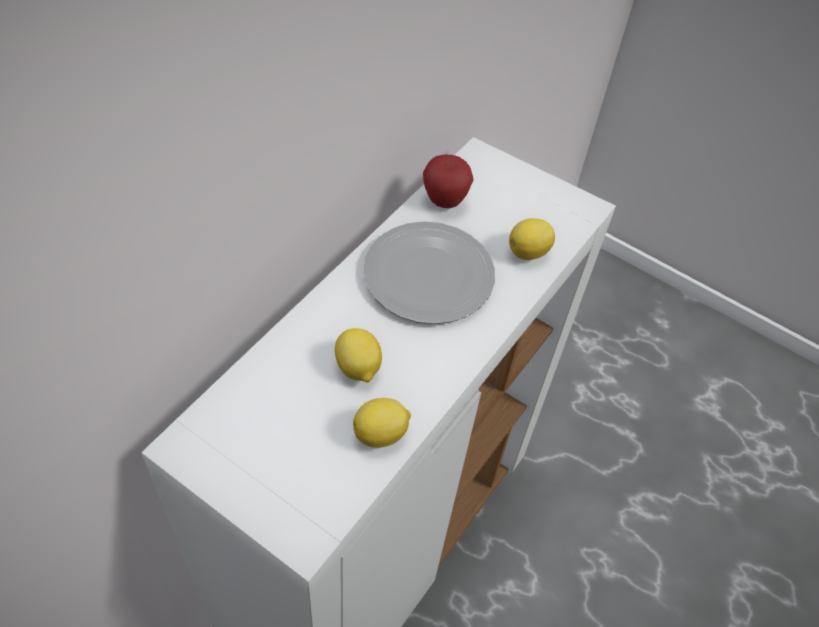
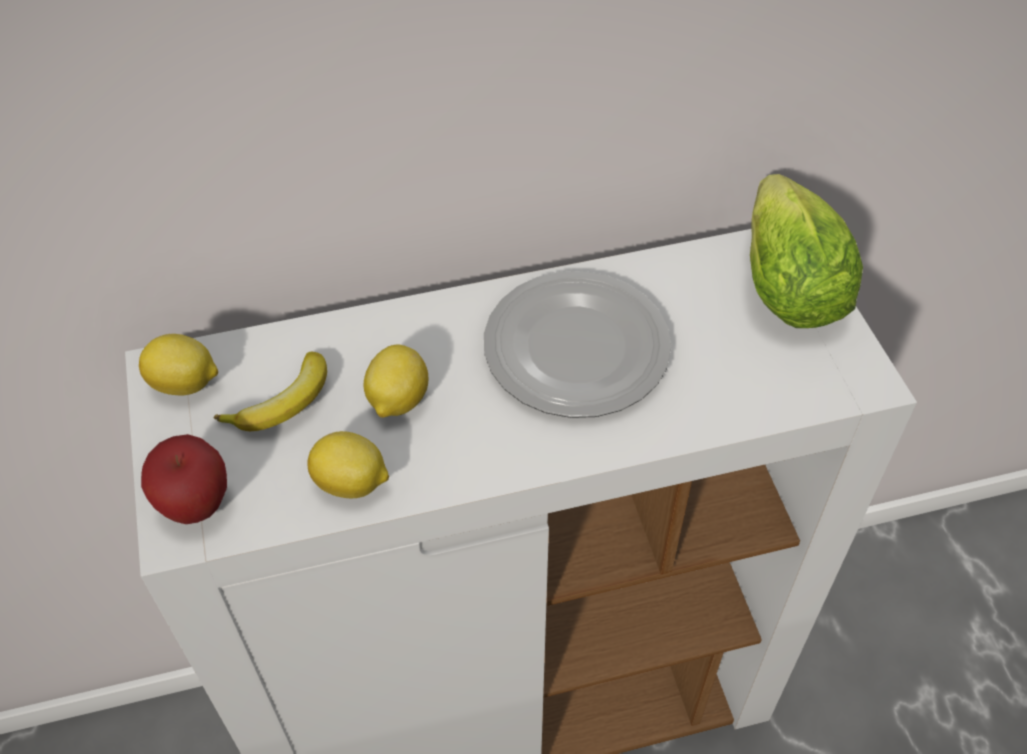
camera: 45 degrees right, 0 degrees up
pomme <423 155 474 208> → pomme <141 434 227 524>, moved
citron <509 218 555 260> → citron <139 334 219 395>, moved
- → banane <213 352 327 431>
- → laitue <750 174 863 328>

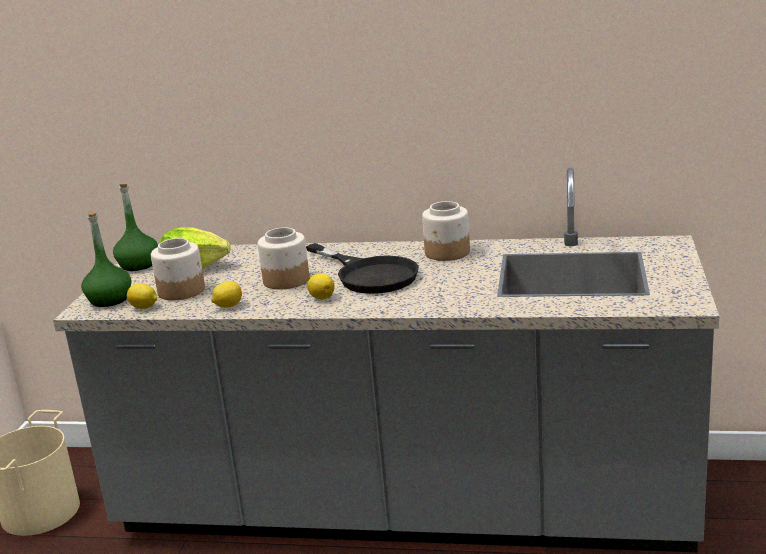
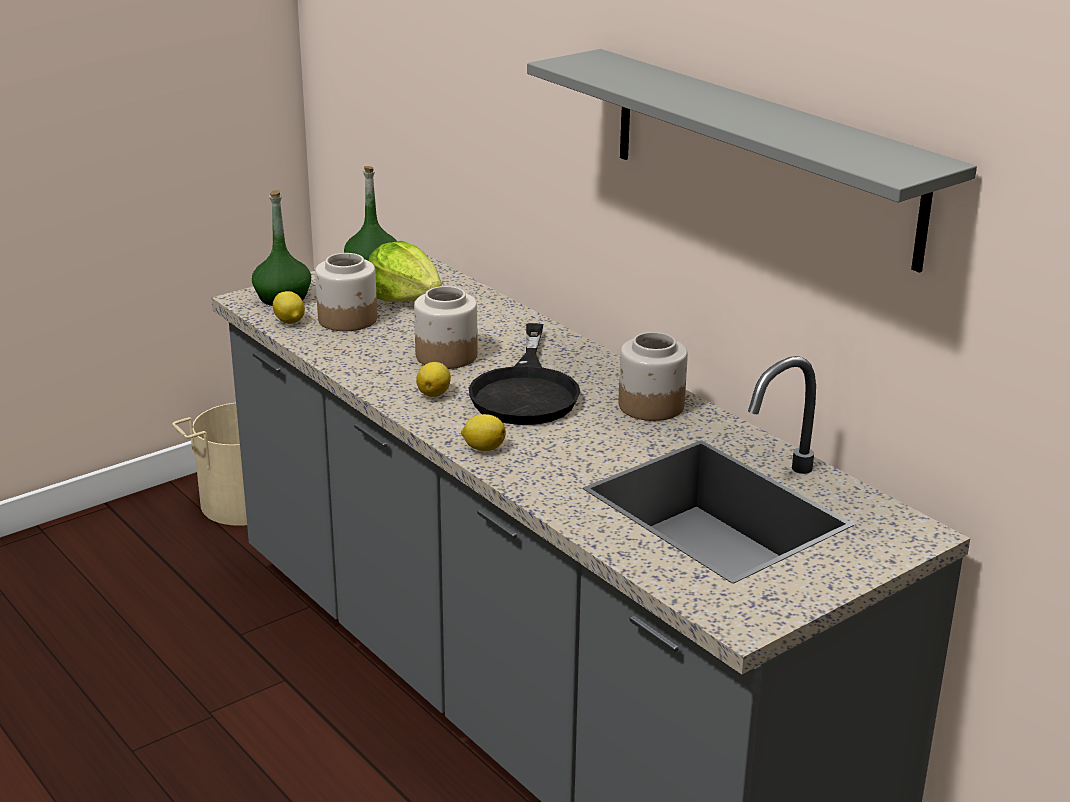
camera: 40 degrees right, 5 degrees up
citron <211 281 242 308> → citron <461 414 506 451>, moved
- → étagère [gris] <527 49 977 273>

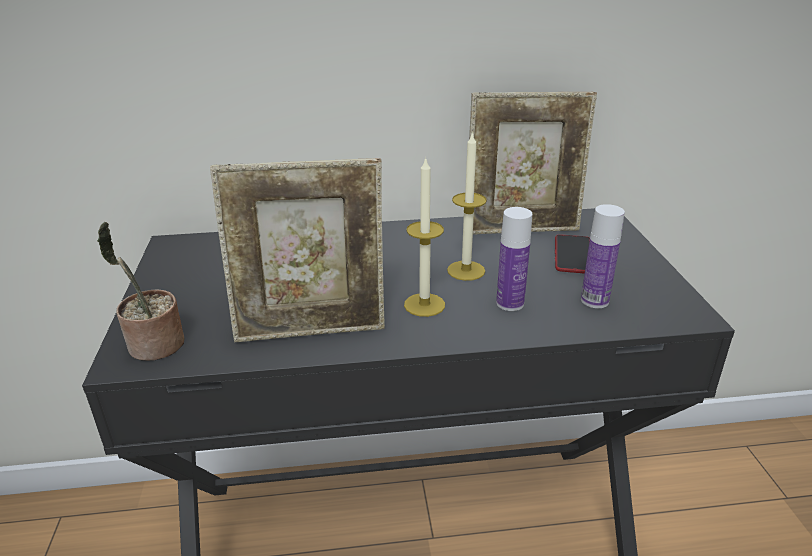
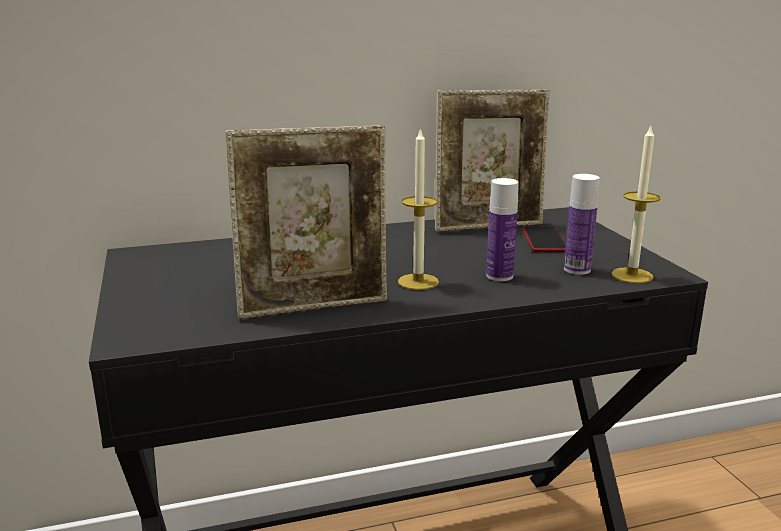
camera: 10 degrees left, 10 degrees down
plante en pot <97 222 184 361> → -
bougie <447 132 487 281> → bougie <611 126 661 283>, moved

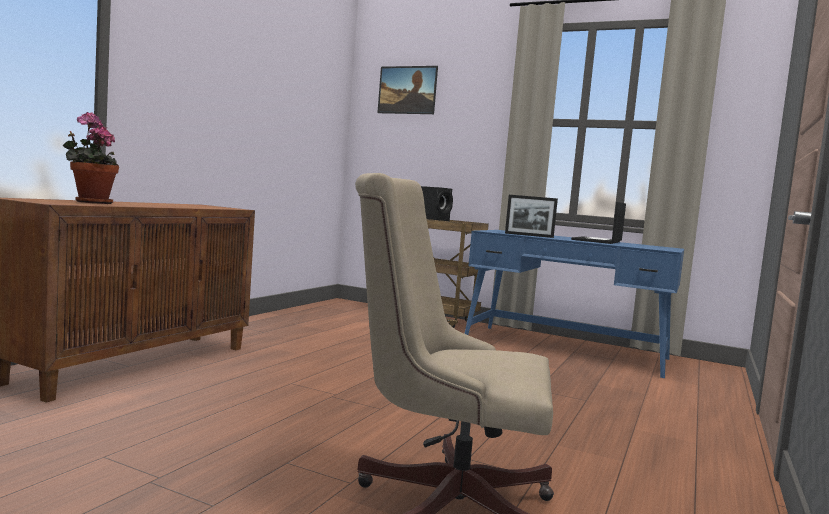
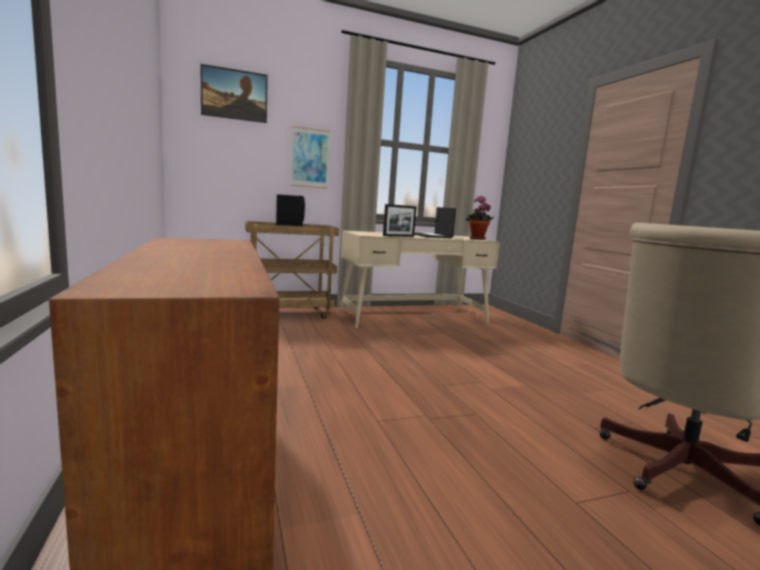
camera: 45 degrees left, 5 degrees up
plante en pot <63 112 119 204> → plante en pot <466 195 494 240>, moved
bureau [bleu] <464 230 684 378> → bureau [beige] <339 231 500 328>
- → tableau <291 126 330 189>

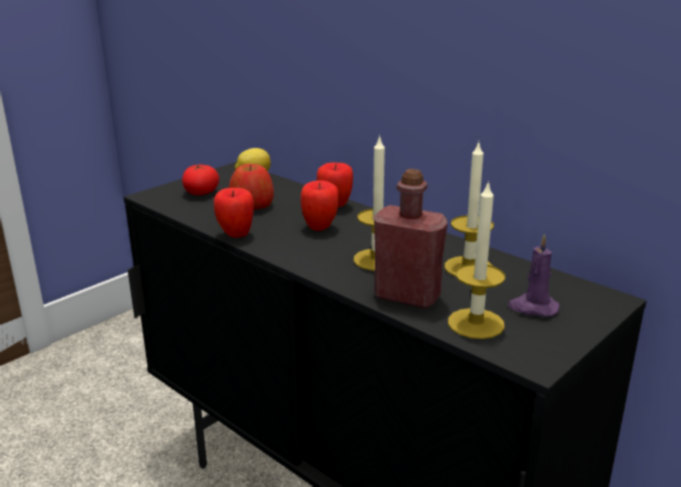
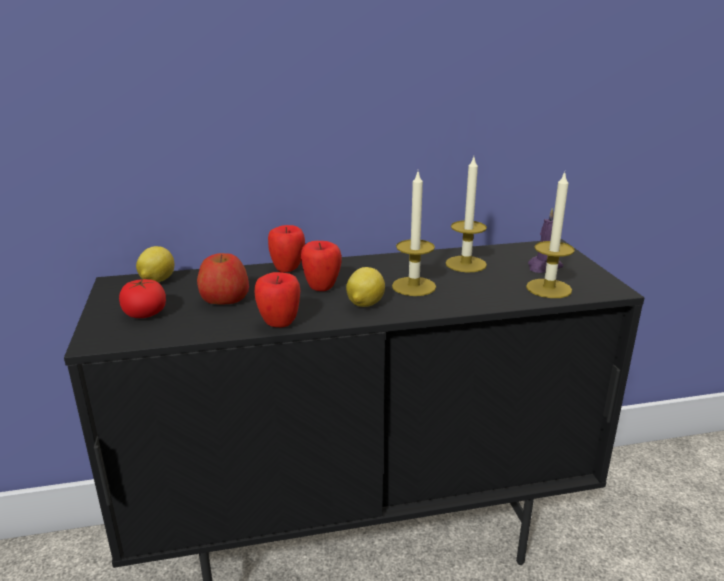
camera: 55 degrees left, 0 degrees up
bouteille [rouge] <374 169 448 308> → -
- → citron <346 267 385 307>

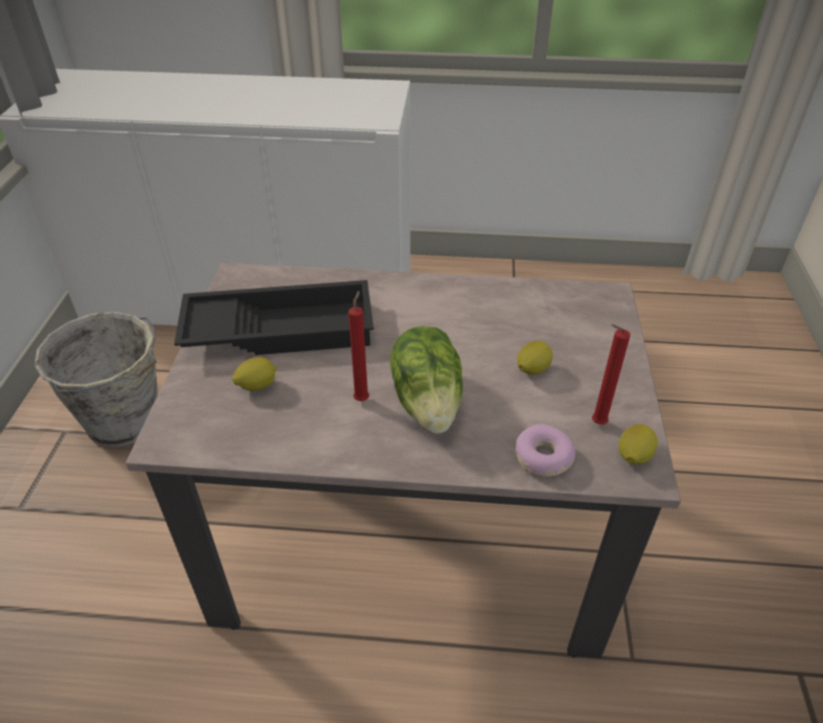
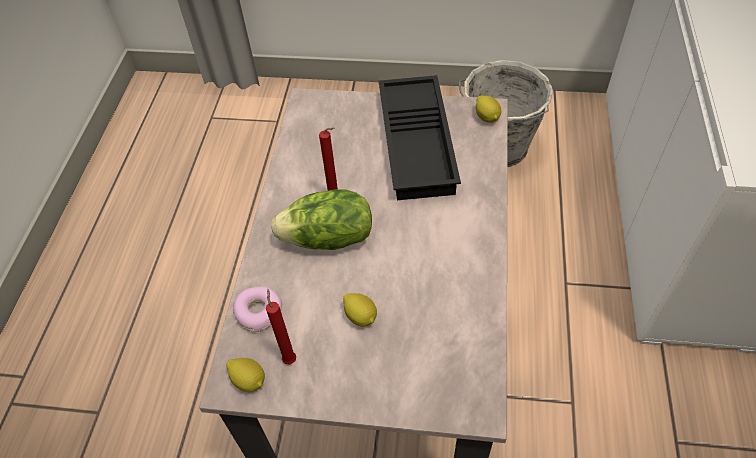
camera: 95 degrees right, 10 degrees up
citron <231 357 277 391> → citron <476 96 501 123>, moved

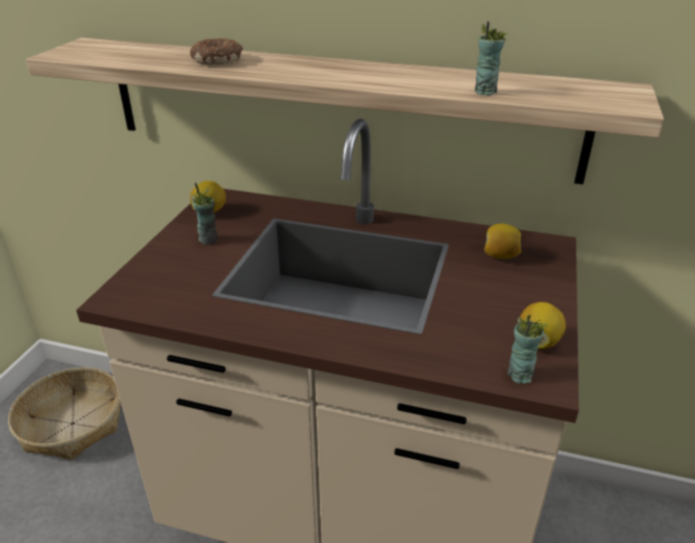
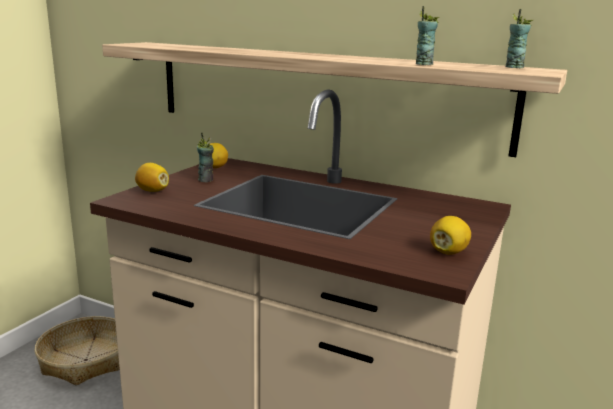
camera: 10 degrees right, 15 degrees down
beignet <190 38 243 65> → -
citron <484 224 522 259> → citron <135 163 169 192>, moved
tasse <508 315 548 384> → tasse <506 9 533 68>, moved

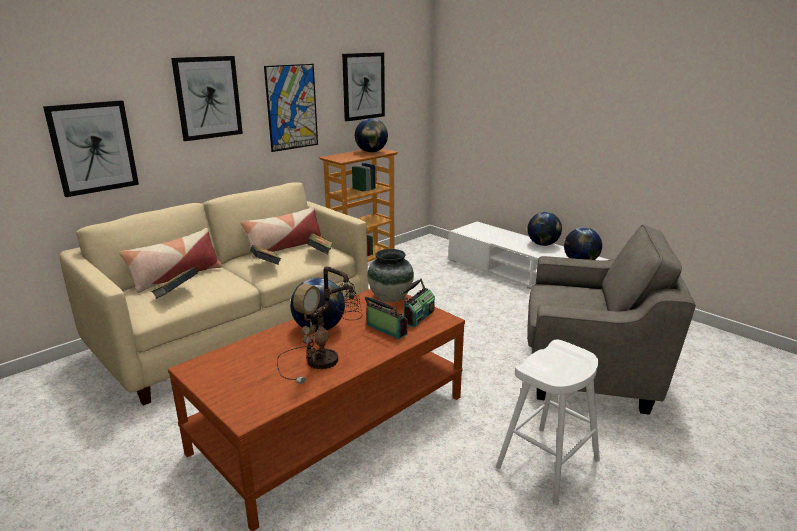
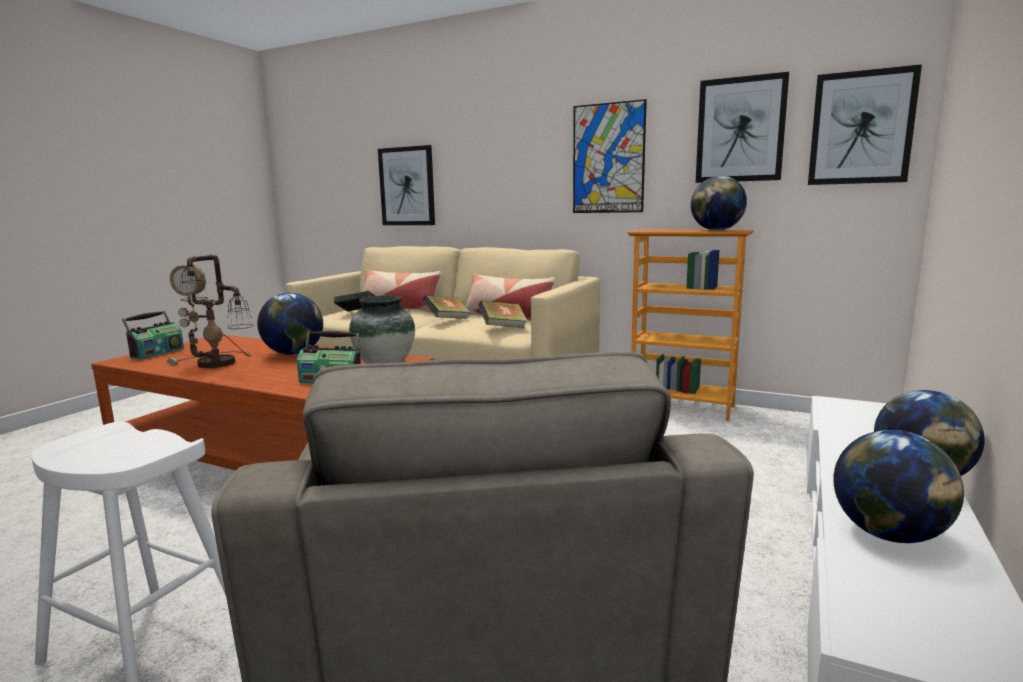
camera: 70 degrees right, 10 degrees down
tableau <171 56 243 141> → tableau <808 64 922 185>, moved
radio <365 296 408 339> → radio <122 311 184 360>, moved

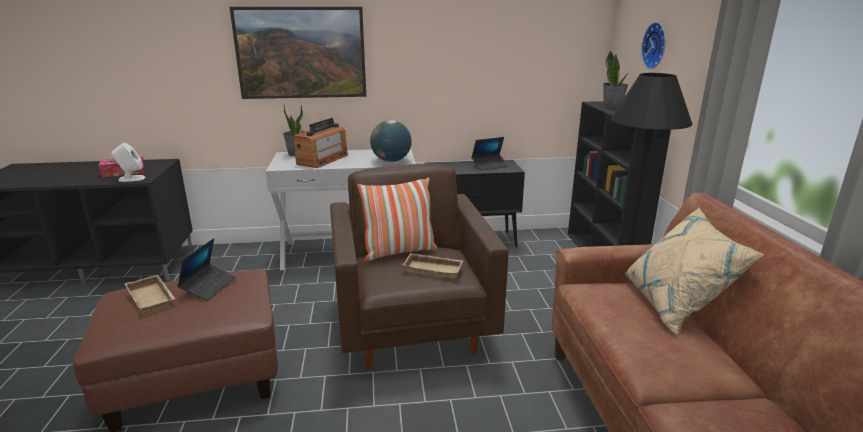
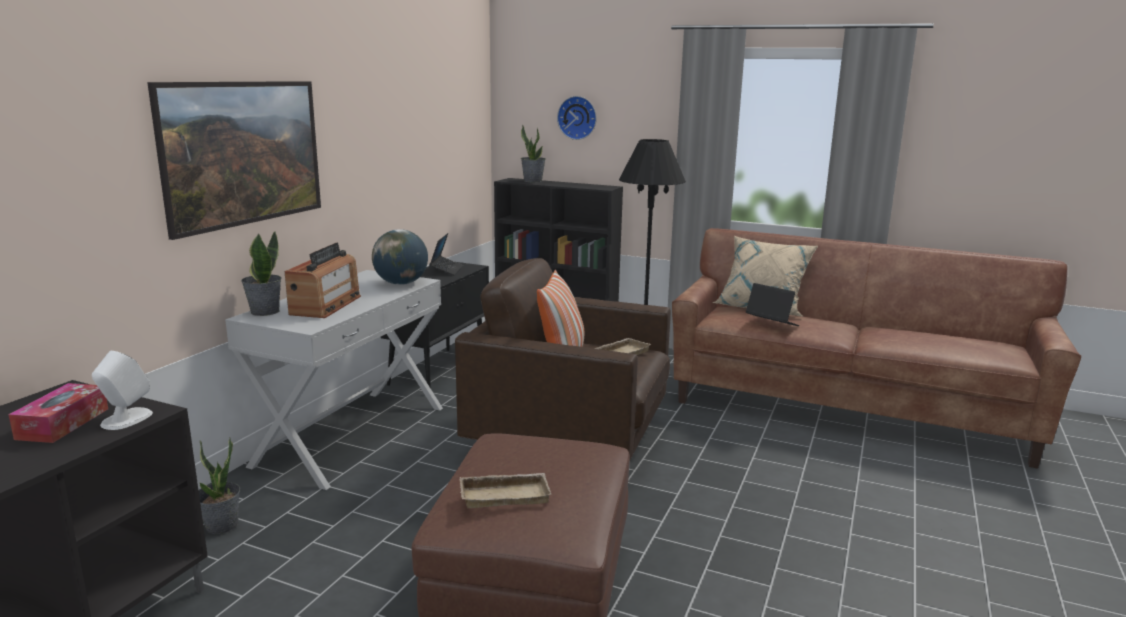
camera: 60 degrees left, 5 degrees down
ordinateur portable <177 238 236 301> → ordinateur portable <746 283 799 326>, moved
radio <293 118 348 168> → radio <285 243 361 318>, 45 degrees clockwise
- → plante en pot <199 438 240 534>

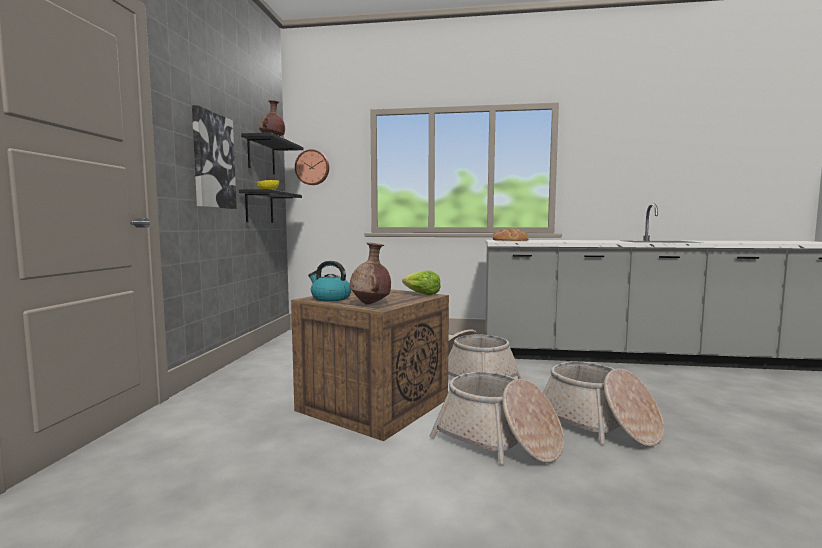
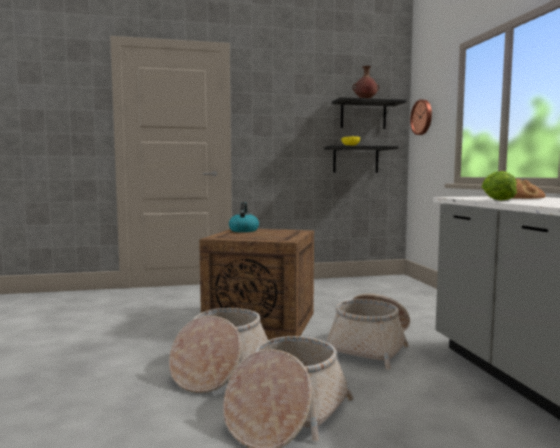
camera: 70 degrees right, 0 degrees up
tableau <192 105 237 209> → -
vase [marron] <350 243 391 305> → -
laitue <402 271 440 295> → laitue <482 171 517 201>, moved

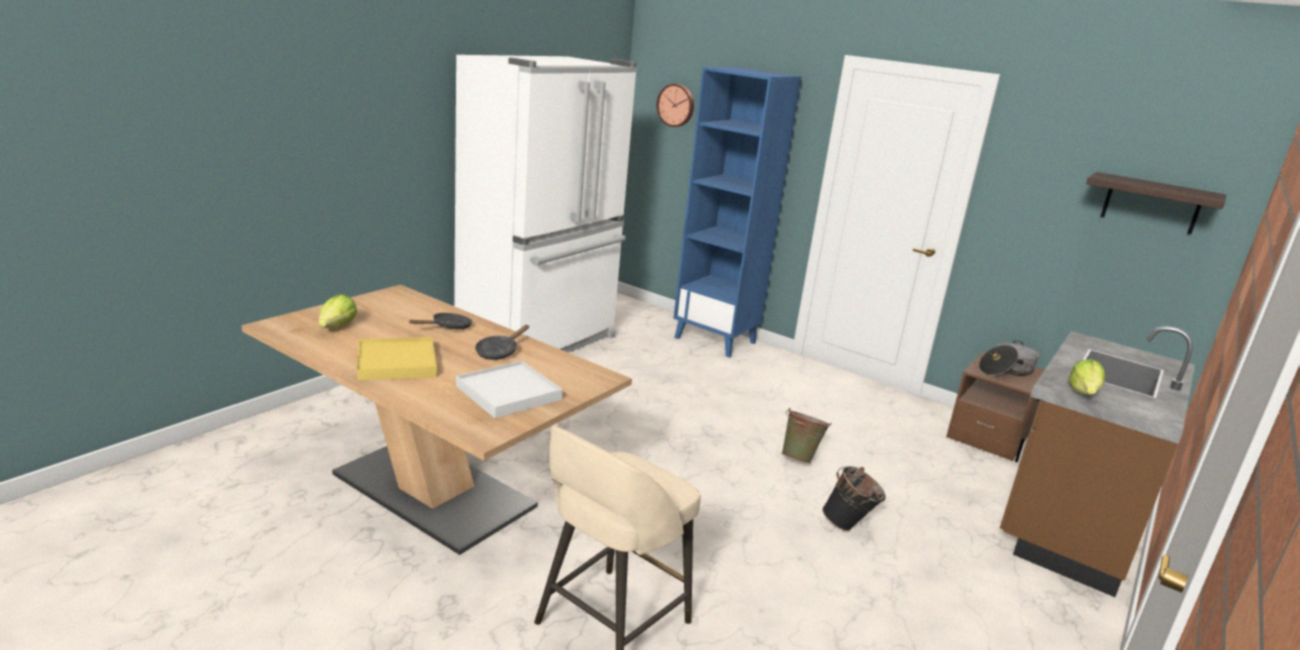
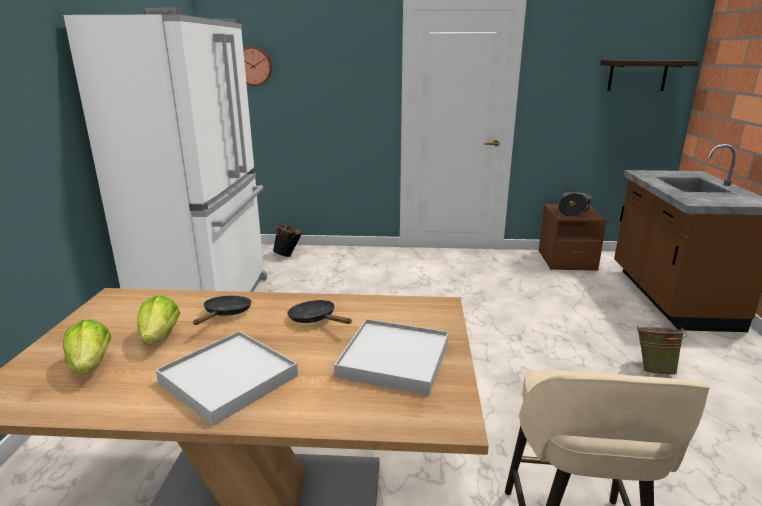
camera: 30 degrees left, 0 degrees up
plateau [jaune] <357 337 437 380> → plateau [blanc] <156 331 298 426>
poêle [noir] <475 325 529 360> → poêle [noir] <287 300 352 324>, 135 degrees clockwise
bibliothèque [bleu] <674 67 802 358> → -
seau [vert] <781 407 832 464> → seau [vert] <637 327 687 375>, moved
seau [noir] <822 466 886 531> → seau [noir] <273 223 303 257>, moved
laitue <1069 359 1105 395> → laitue <137 295 180 345>, moved

